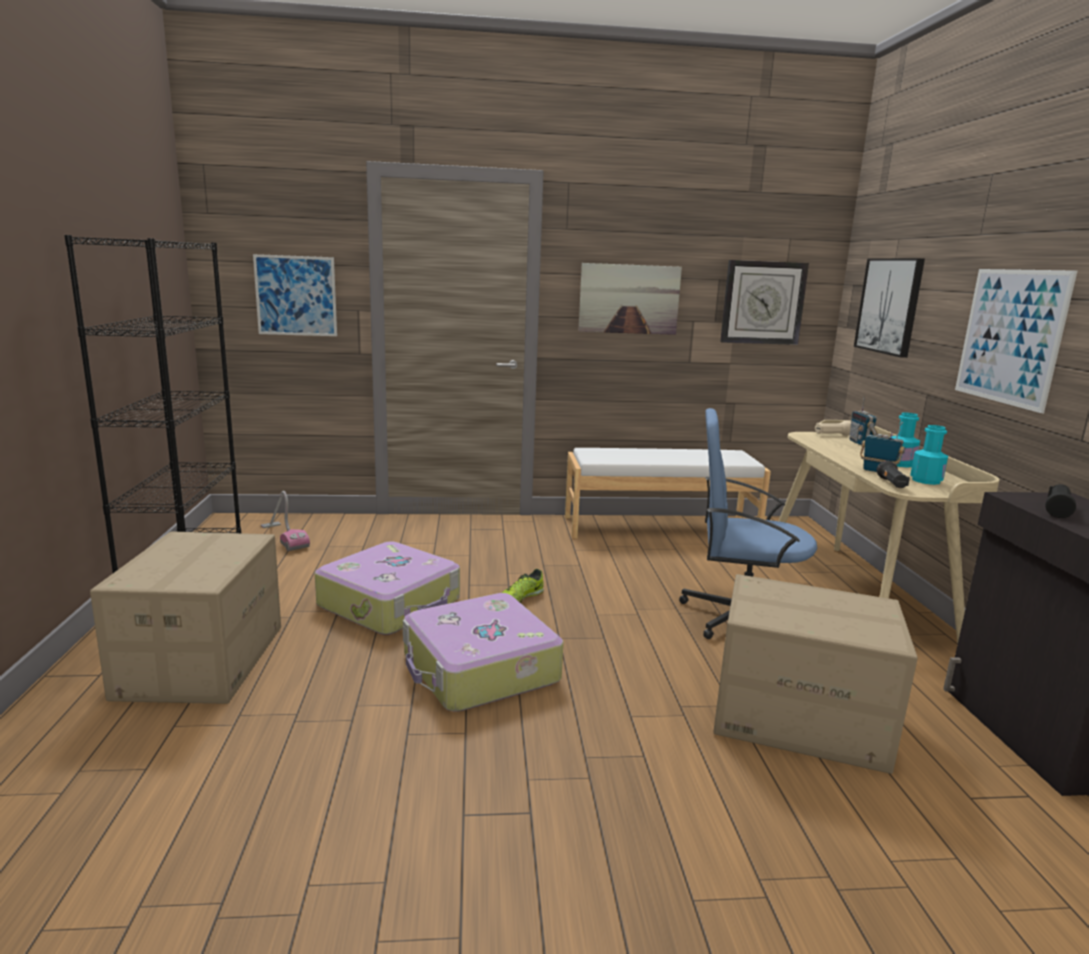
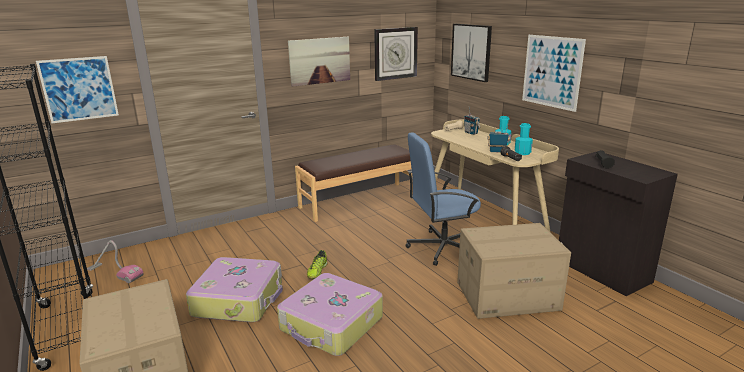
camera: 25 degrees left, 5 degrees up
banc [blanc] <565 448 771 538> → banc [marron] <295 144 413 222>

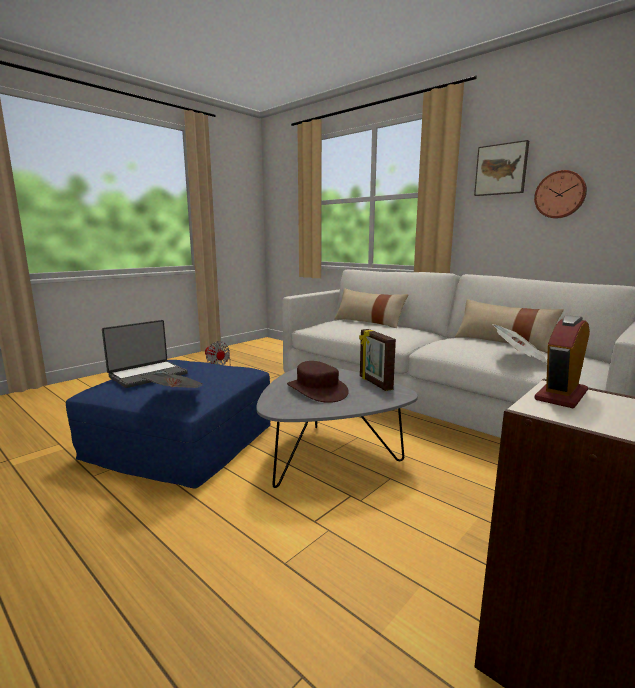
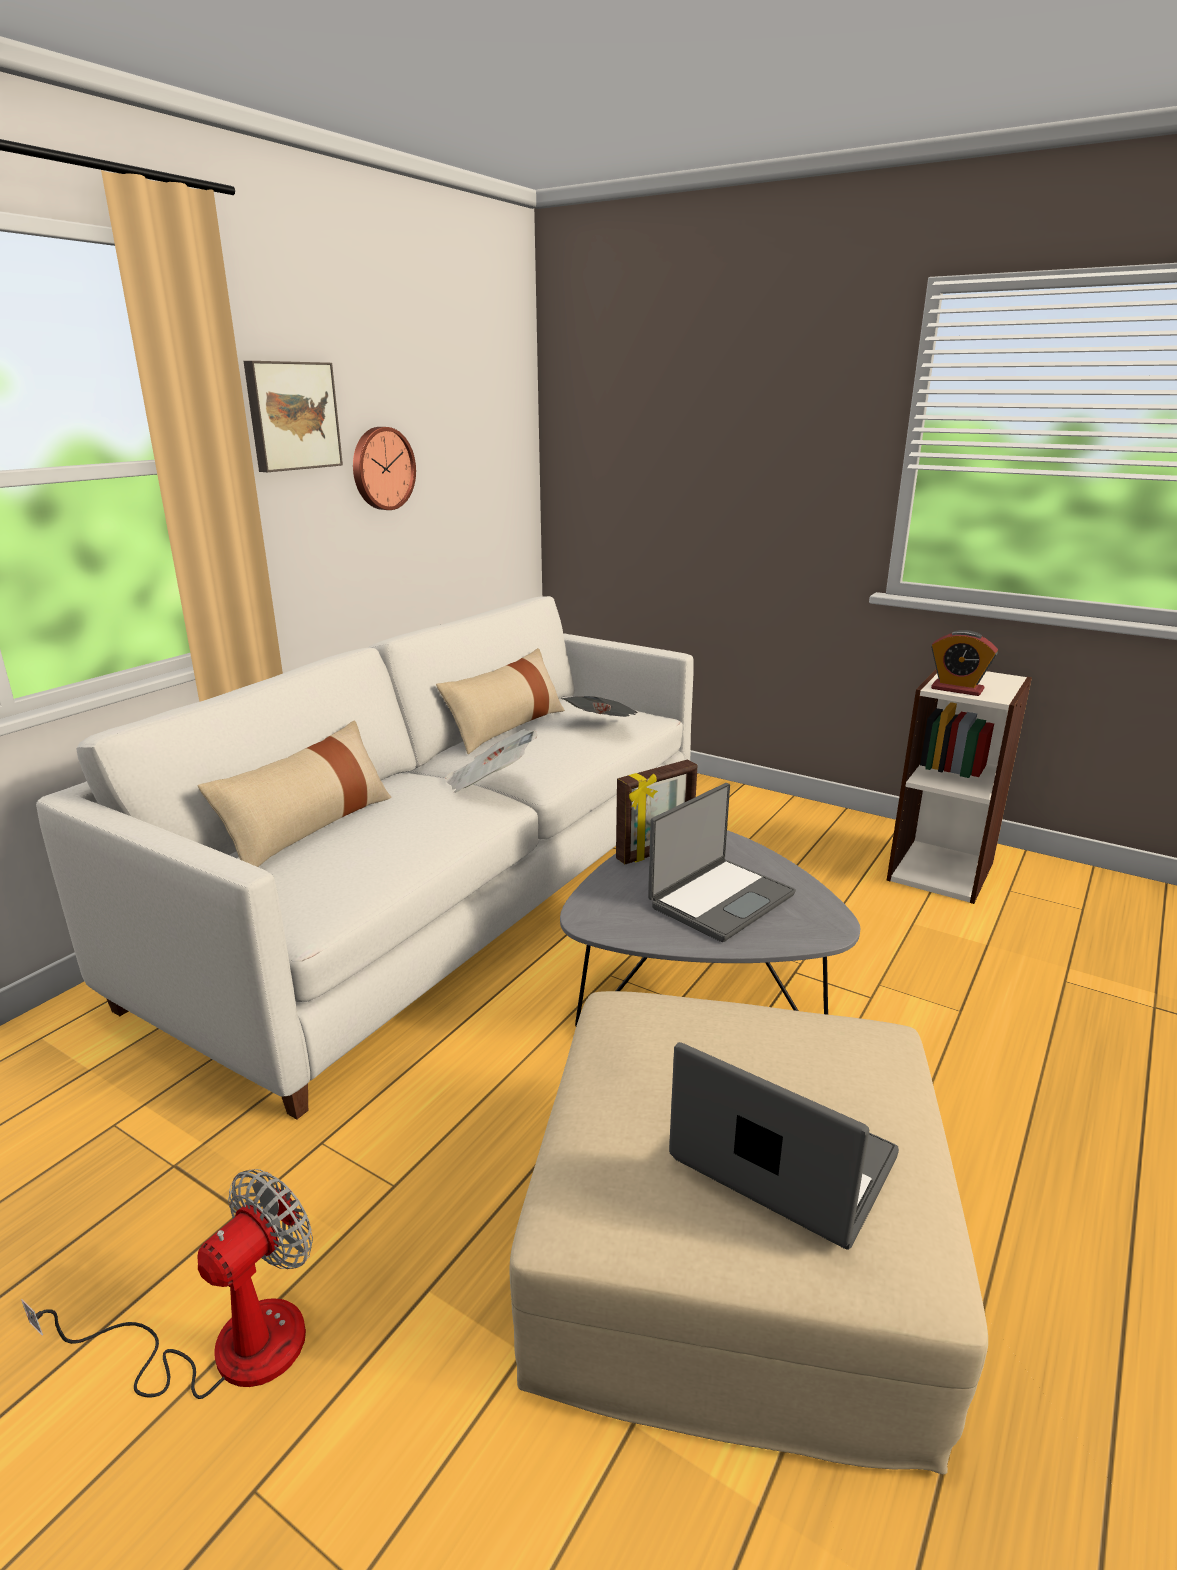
camera: 100 degrees left, 10 degrees up
pouf [bleu] <66 360 271 489> → pouf [beige] <509 991 988 1474>
journal <138 373 203 388> → journal <445 729 537 793>, moved
chapeau [marron] <287 361 349 403> → ordinateur portable <648 783 796 942>

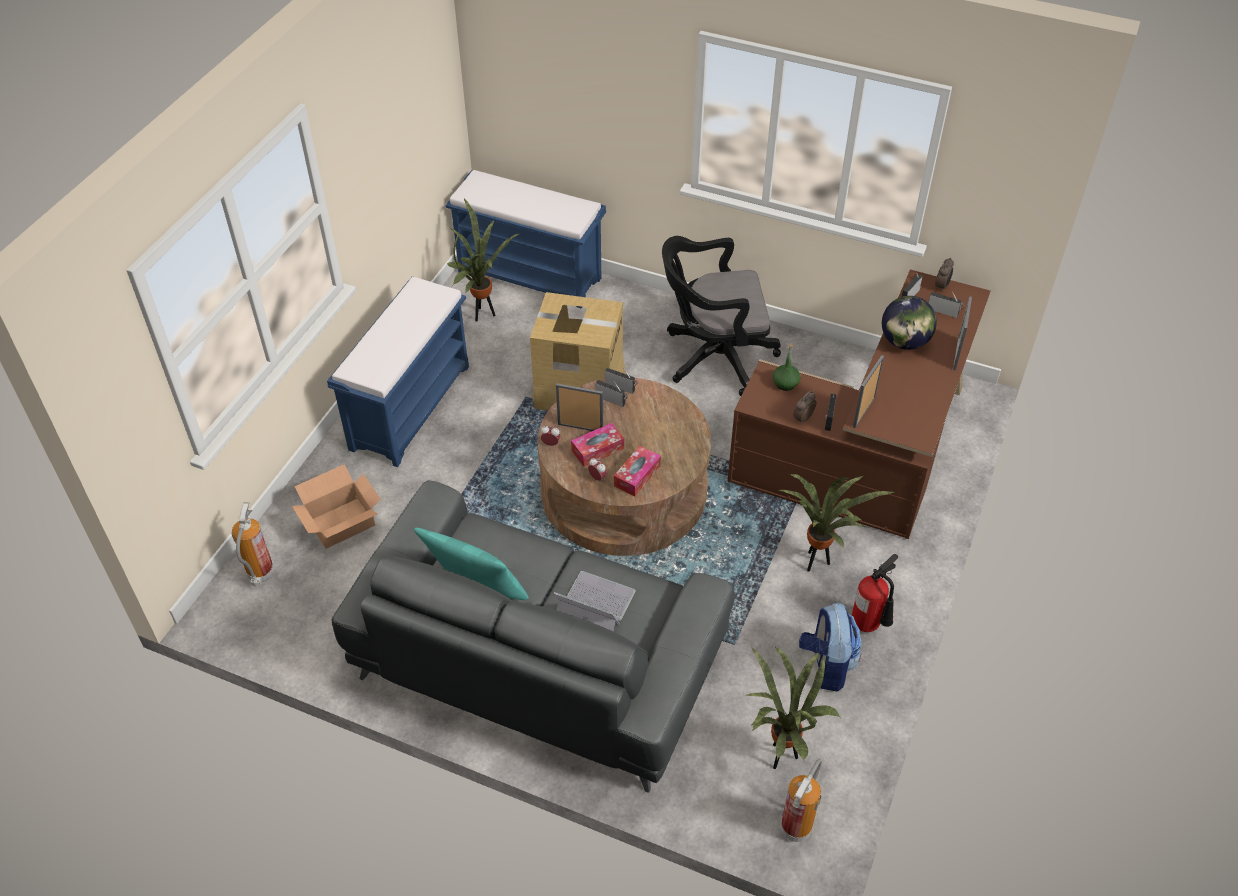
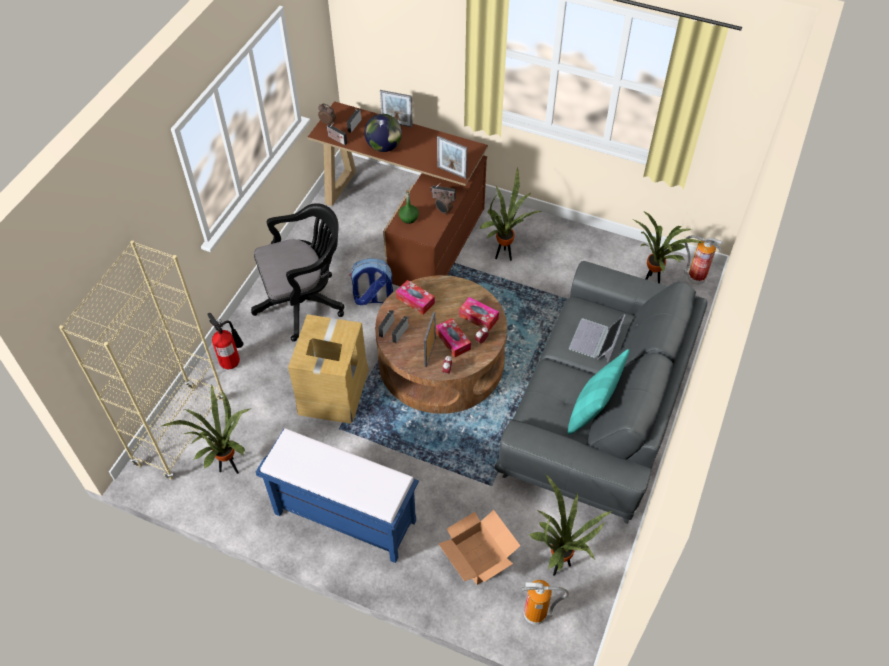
camera: 90 degrees left, 5 degrees up
banc [bleu] <446 170 606 308> → bibliothèque [beige] <59 240 226 480>
chaise de bureau [noir] <662 236 781 396> → chaise de bureau [noir] <251 203 344 342>, 105 degrees counterclockwise
sac à dos <799 603 861 692> → sac à dos <349 258 393 305>, moved
extincteur <852 554 898 632> → extincteur <207 313 244 369>, moved
- → boîte à mouchoirs <396 280 435 315>
- → plante en pot <528 475 612 576>

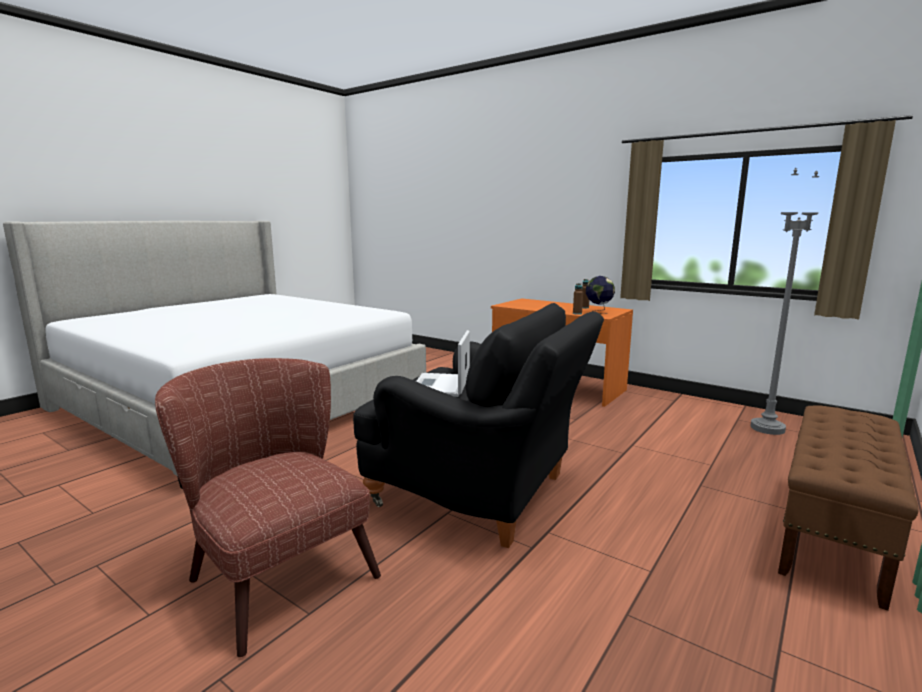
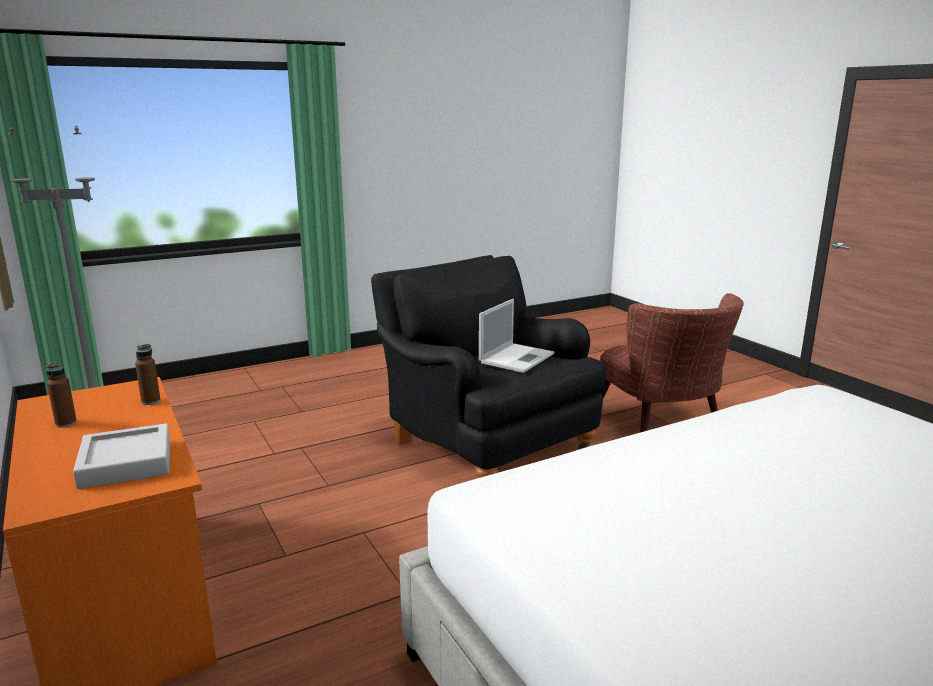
camera: 155 degrees left, 5 degrees up
globe <586 276 615 314> → -
banc [marron] <778 405 918 611> → -
- → plateau [gris] <73 423 170 489>

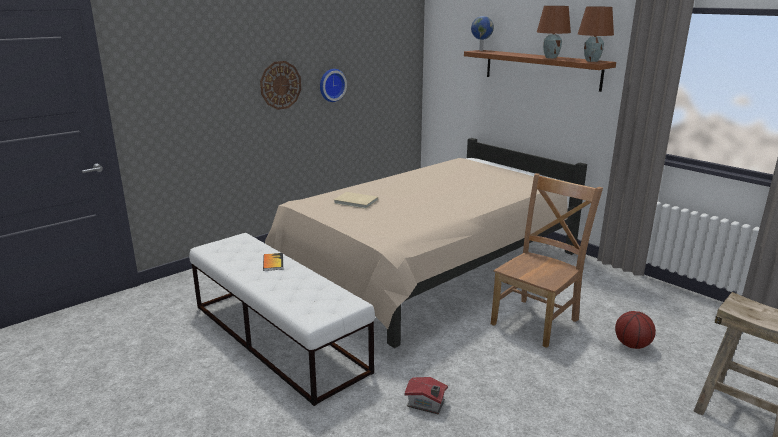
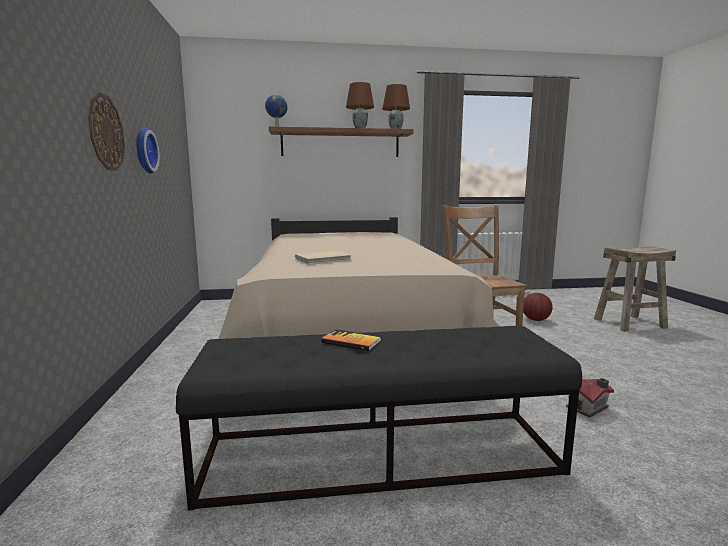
camera: 55 degrees left, 10 degrees down
banc [blanc] <189 233 375 406> → banc [noir] <176 326 582 511>

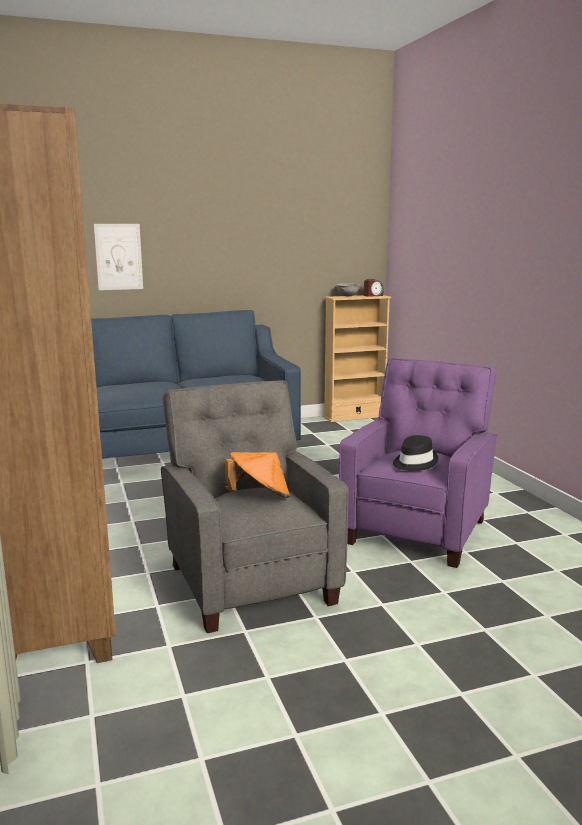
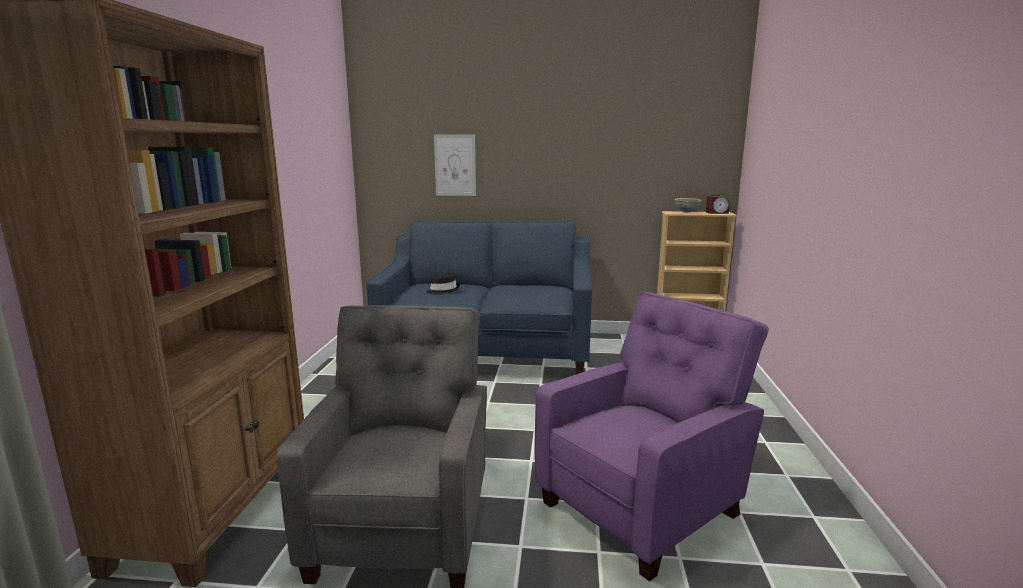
camera: 25 degrees right, 0 degrees up
chapeau [orange] <225 452 290 498> → -
chapeau [noir] <393 435 439 471> → chapeau [noir] <426 272 460 295>, moved

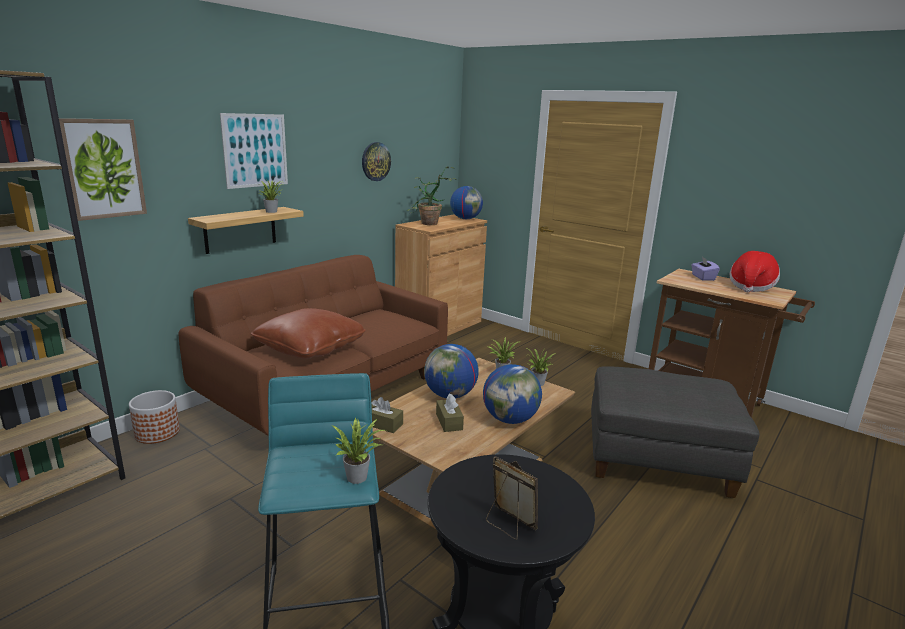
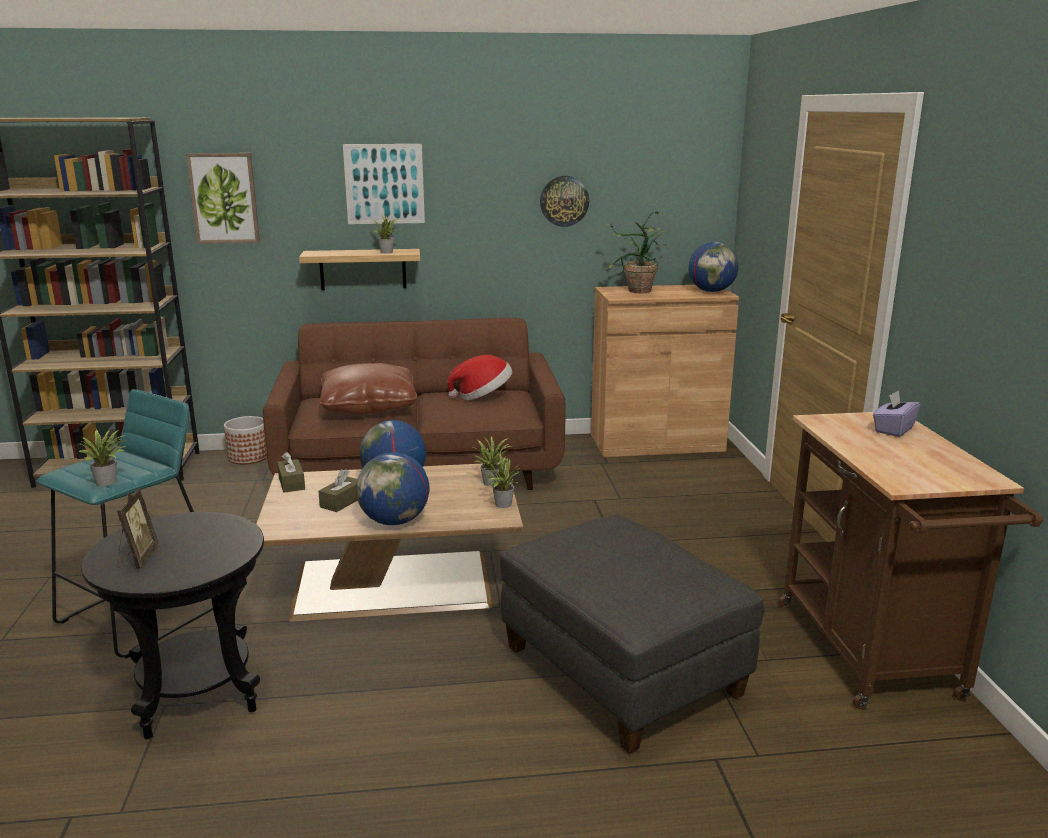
camera: 45 degrees right, 0 degrees up
chapeau <730 251 780 292> → chapeau <447 355 512 400>, moved

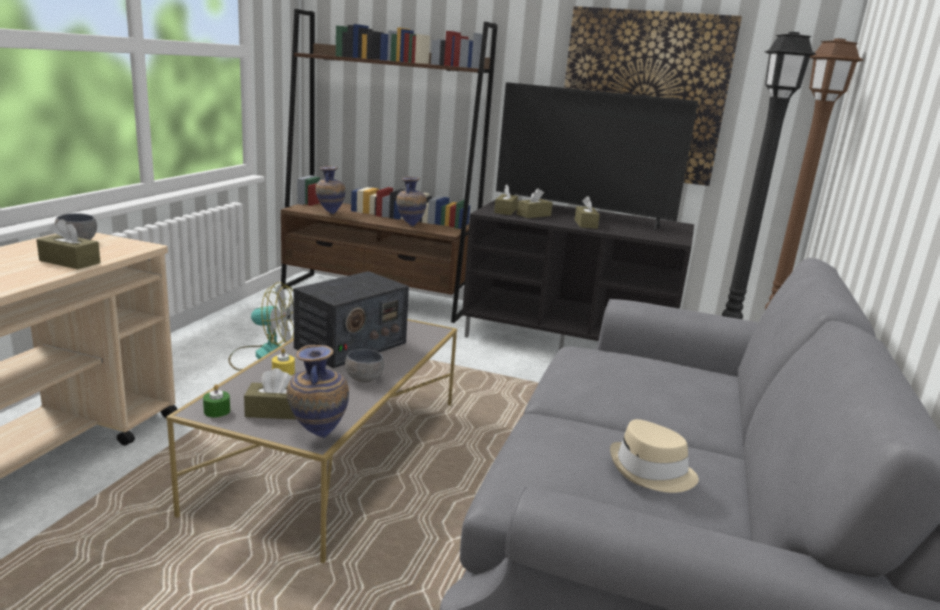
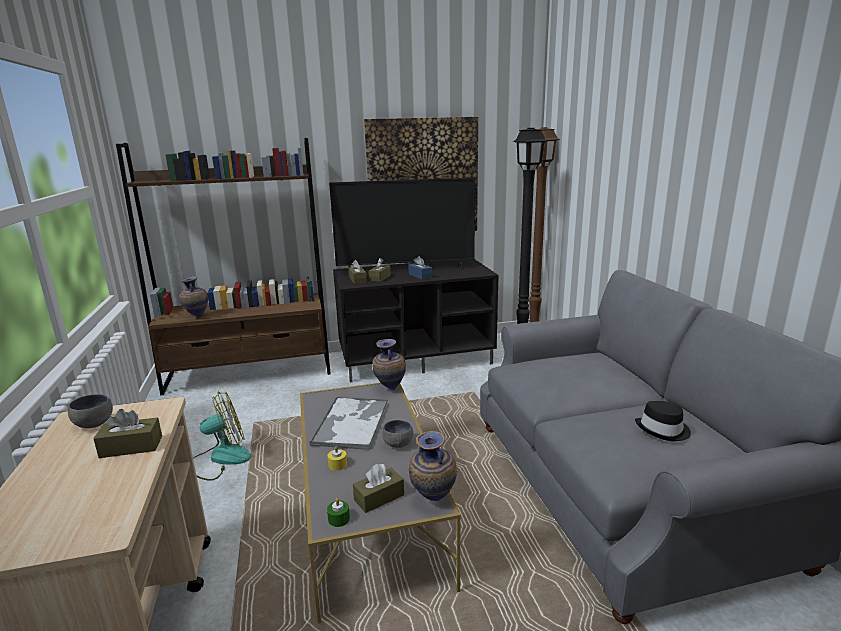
camera: 30 degrees left, 0 degrees up
radio <293 271 409 368> → plateau <309 397 389 450>
vase <396 177 427 226> → vase <372 339 406 390>, moved
boîte à mouchoirs [marron] <575 196 600 229> → boîte à mouchoirs [bleu] <409 256 433 280>
chapeau [beige] <610 419 699 493> → chapeau [noir] <635 401 691 441>

